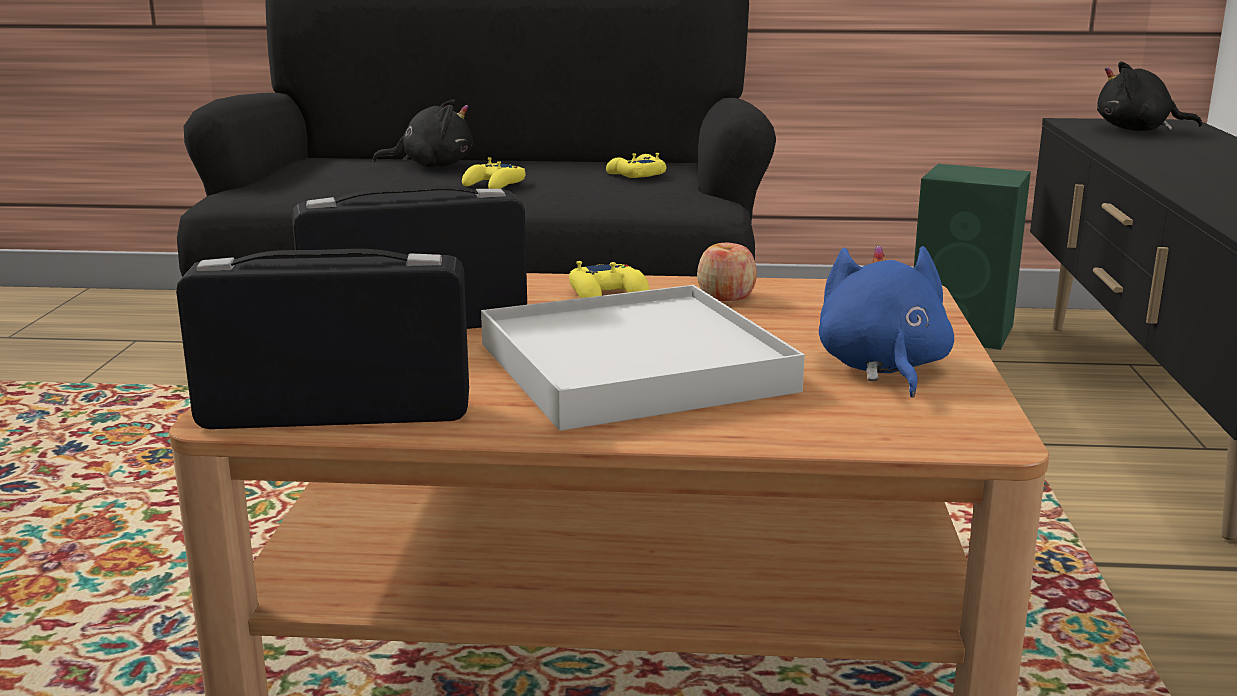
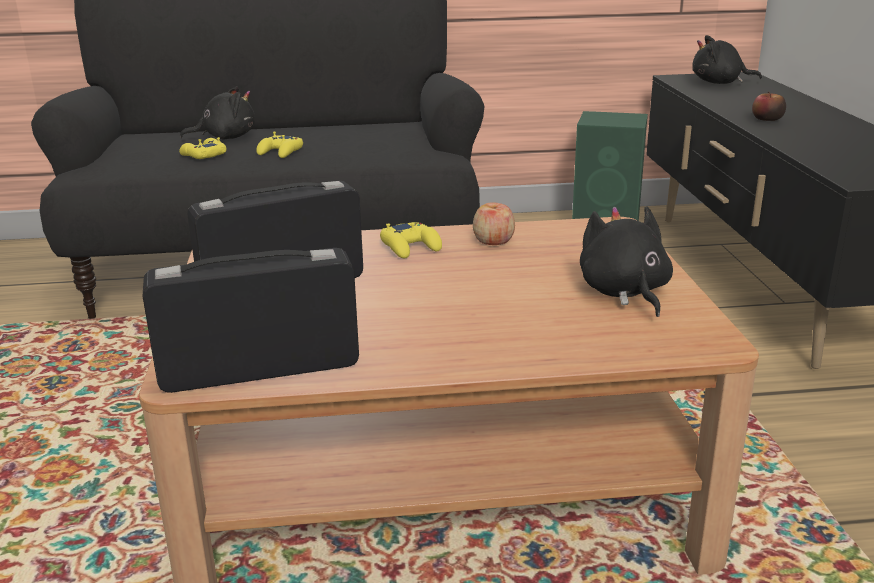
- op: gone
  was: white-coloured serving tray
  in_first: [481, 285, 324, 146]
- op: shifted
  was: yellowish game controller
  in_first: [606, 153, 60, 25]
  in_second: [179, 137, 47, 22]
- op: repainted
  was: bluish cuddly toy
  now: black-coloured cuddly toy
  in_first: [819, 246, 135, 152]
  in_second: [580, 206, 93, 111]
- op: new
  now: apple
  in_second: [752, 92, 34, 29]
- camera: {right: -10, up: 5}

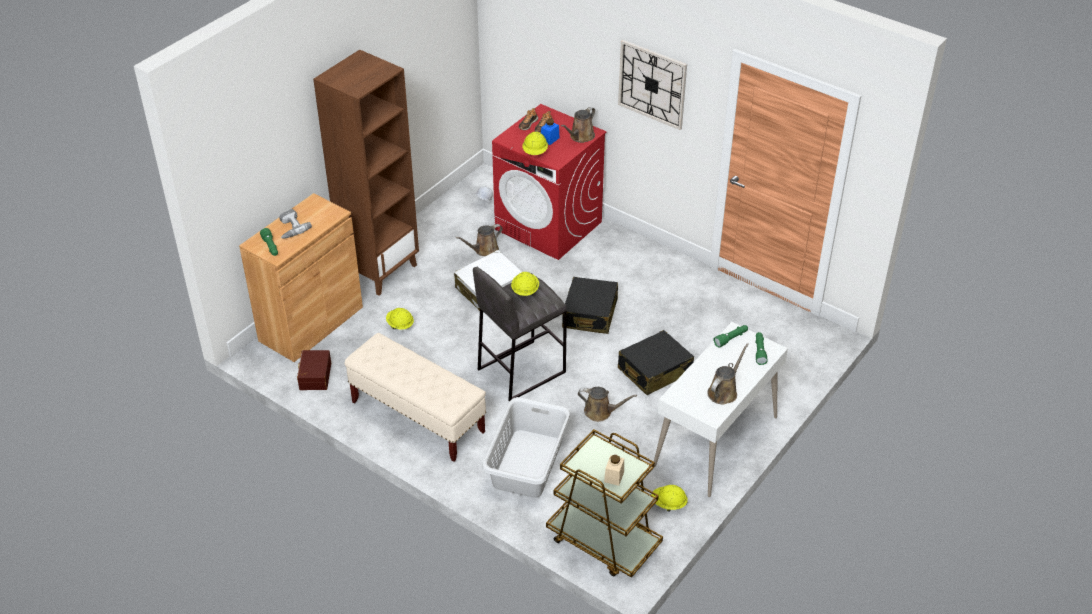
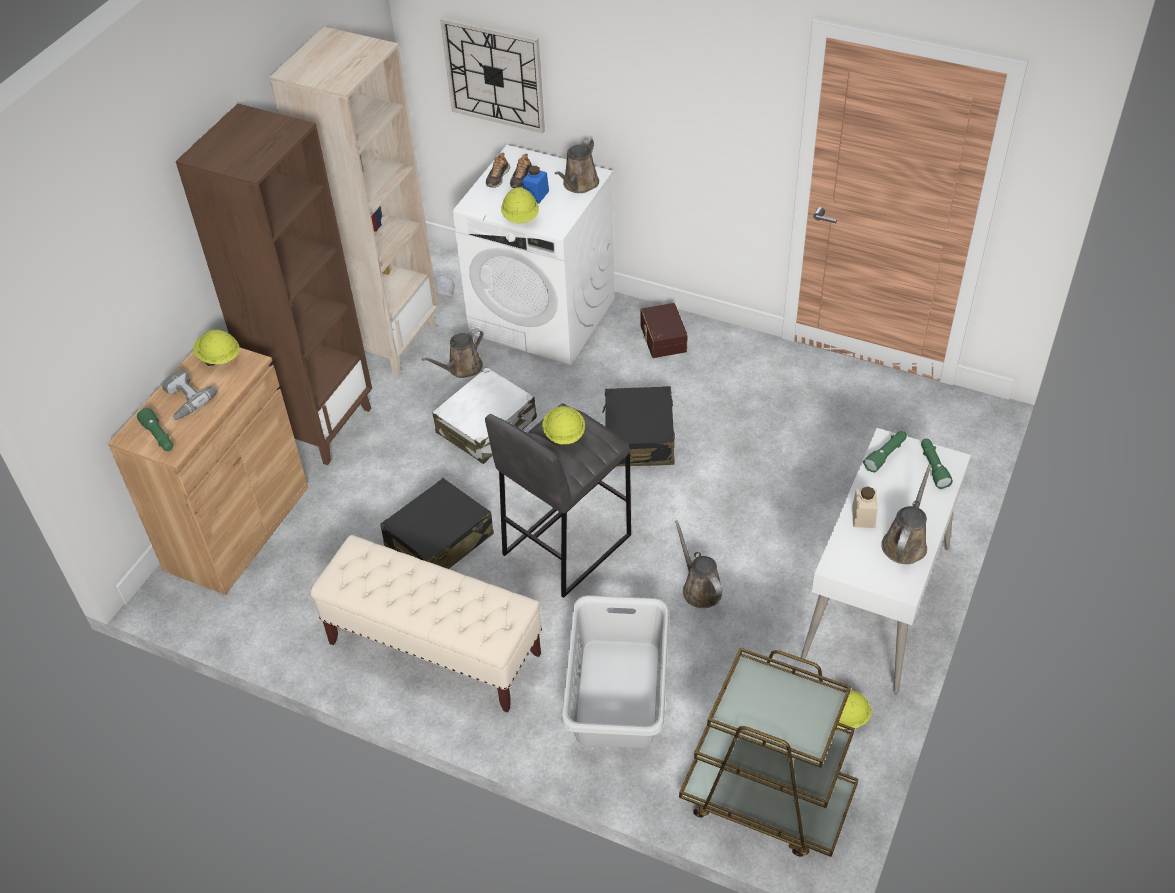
- op: shifted
  was: brown storage bin
  in_first: [297, 350, 34, 40]
  in_second: [640, 303, 48, 55]
- op: shifted
  was: yellowish hard hat
  in_first: [386, 308, 28, 22]
  in_second: [193, 330, 47, 36]
- op: repainted
  was: red laundry appliance
  now: white-coloured laundry appliance
  in_first: [492, 104, 115, 156]
  in_second: [453, 145, 162, 220]
- op: rotated
  was: brown watering can
  in_first: [578, 387, 59, 35]
  in_second: [675, 520, 47, 88]
  clockwise: -120
- op: shifted
  was: sand-coloured preserve jar
  in_first: [604, 455, 20, 31]
  in_second: [852, 487, 26, 41]
- op: shifted
  was: hanging clock
  in_first: [618, 40, 69, 90]
  in_second: [440, 18, 105, 115]
- op: shifted
  was: black-coloured suitcase
  in_first: [618, 330, 76, 65]
  in_second: [380, 478, 114, 91]
- op: new
  now: sand-coloured shelving unit
  in_second: [269, 27, 169, 351]
- camera: {right: -10, up: 5}

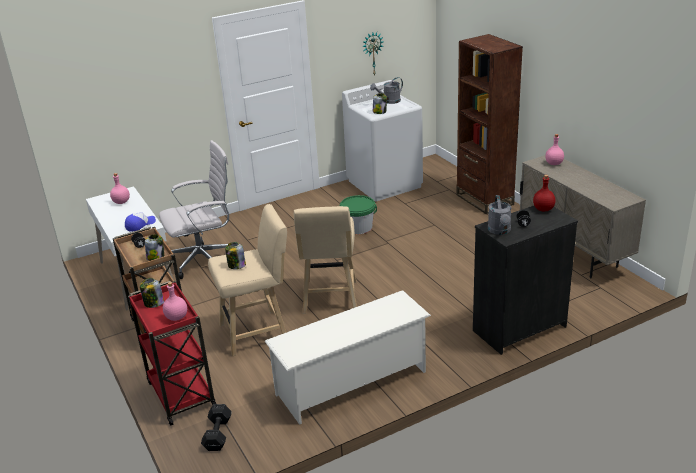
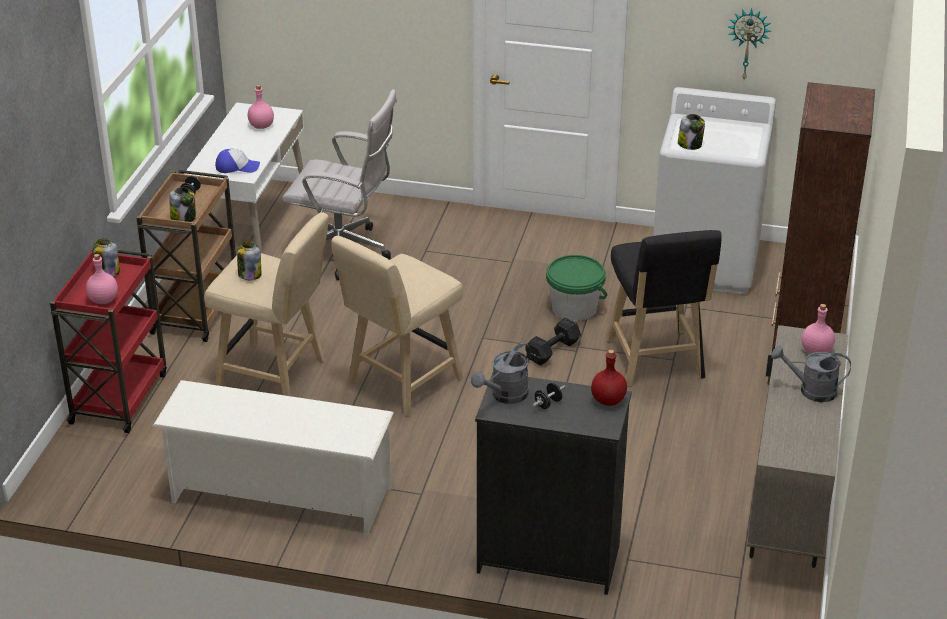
- op: shifted
  was: black-coloured hand weight
  in_first: [201, 404, 31, 47]
  in_second: [525, 317, 56, 48]
- op: shifted
  was: gray watering can
  in_first: [370, 77, 33, 27]
  in_second: [771, 345, 80, 57]
- op: new
  now: black-coloured sitting stool
  in_second: [607, 230, 115, 157]
- camera: {right: 40, up: 5}

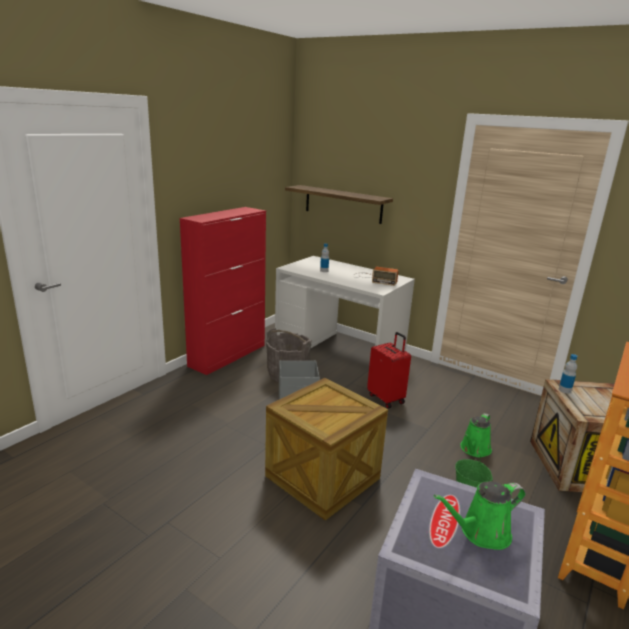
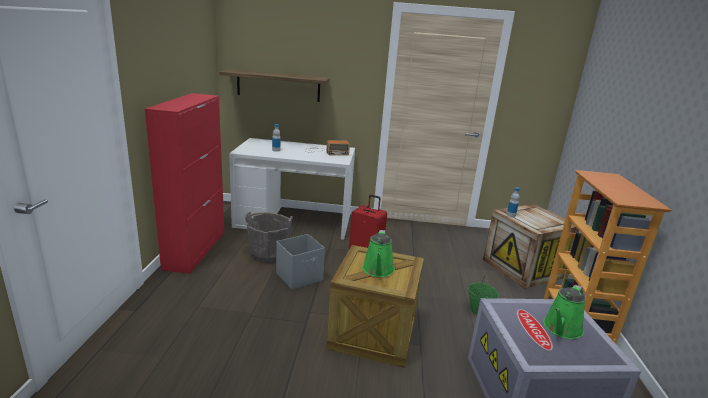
- op: shifted
  was: green watering can
  in_first: [460, 413, 32, 44]
  in_second: [362, 230, 33, 47]
- camera: {right: -30, up: 0}

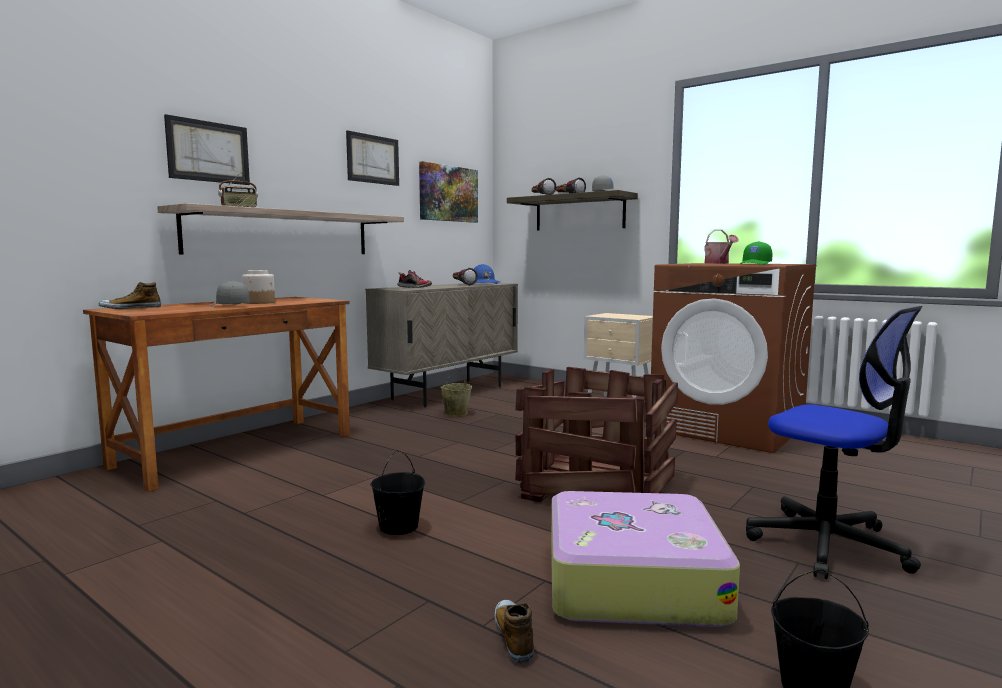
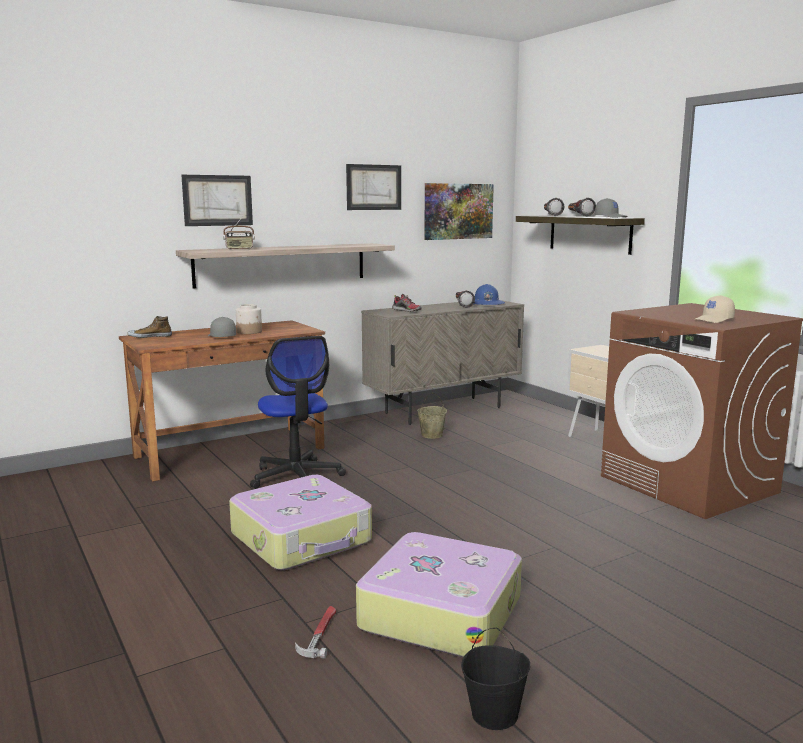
- op: swapped
  was: black-coloured water bucket
  now: suitcase
  in_first: [370, 450, 55, 85]
  in_second: [229, 475, 143, 95]
- op: swapped
  was: shoe
  now: tool hammer
  in_first: [495, 600, 39, 64]
  in_second: [295, 606, 41, 53]
- op: gone
  was: shipping crate
  in_first: [515, 367, 163, 135]
- op: gone
  was: watering can
  in_first: [705, 229, 34, 35]
- op: repainted
  was: green peaked cap
  now: sand-coloured peaked cap
  in_first: [739, 241, 33, 24]
  in_second: [694, 295, 41, 28]
- op: shifted
  was: office chair
  in_first: [746, 306, 177, 273]
  in_second: [250, 336, 96, 153]
- camera: {right: 20, up: 5}

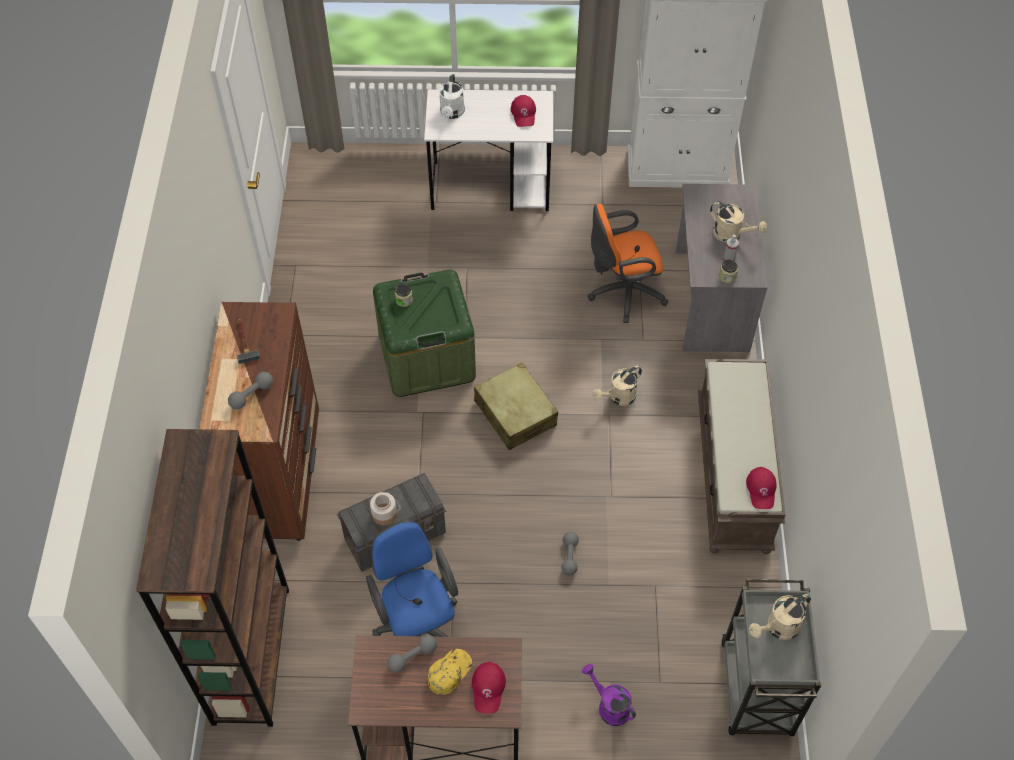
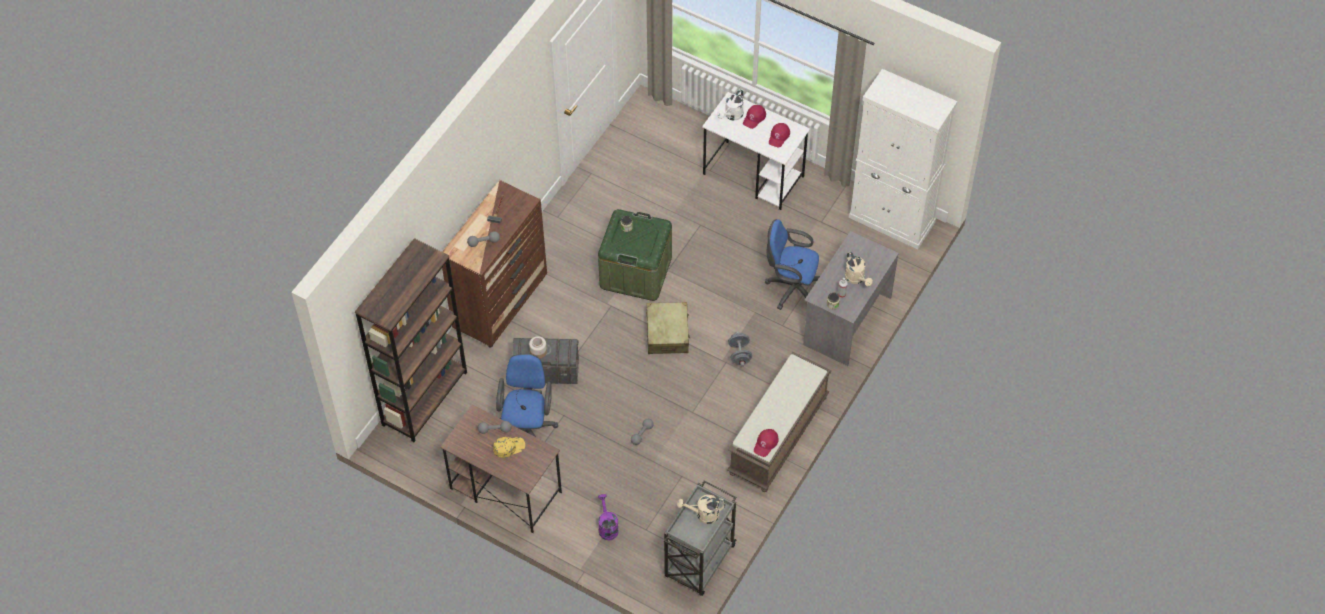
- op: shifted
  was: red peaked cap
  in_first: [472, 662, 34, 52]
  in_second: [743, 105, 23, 24]
- op: repainted
  was: orange office chair
  now: bluish office chair
  in_first: [588, 204, 80, 119]
  in_second: [765, 219, 55, 91]
- op: swapped
  was: sand-coloured watering can
  now: gray hand weight
  in_first: [592, 366, 50, 40]
  in_second: [728, 331, 24, 36]
- camera: {right: 30, up: 0}

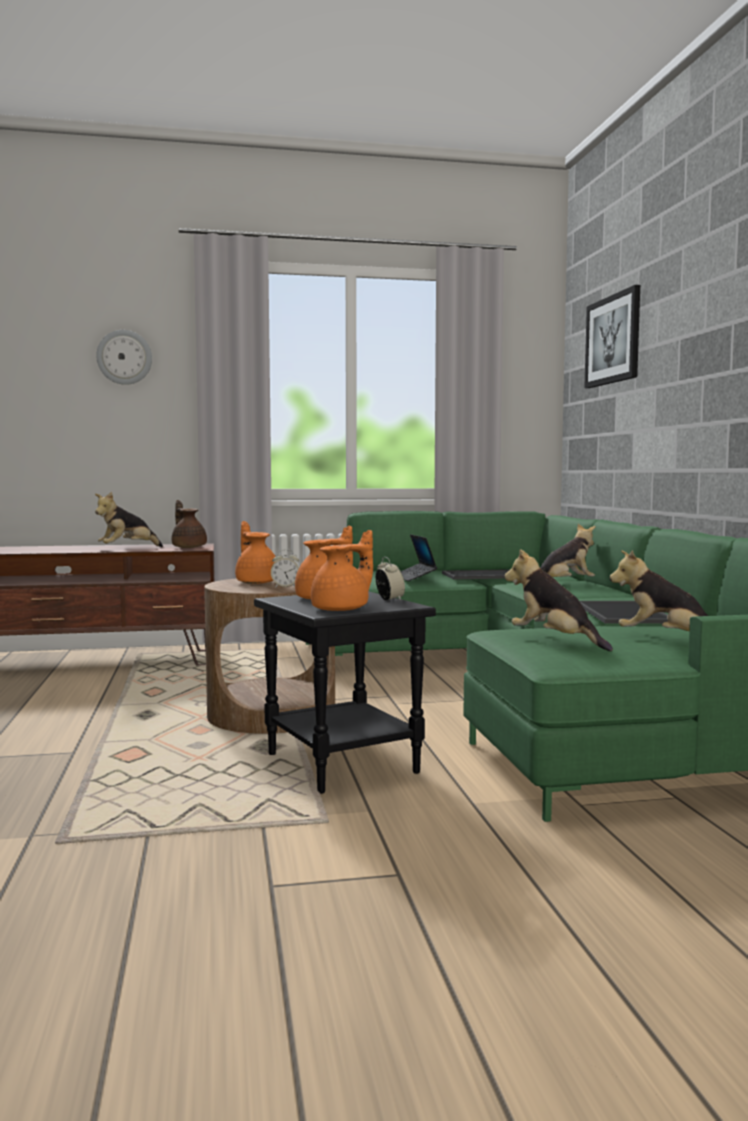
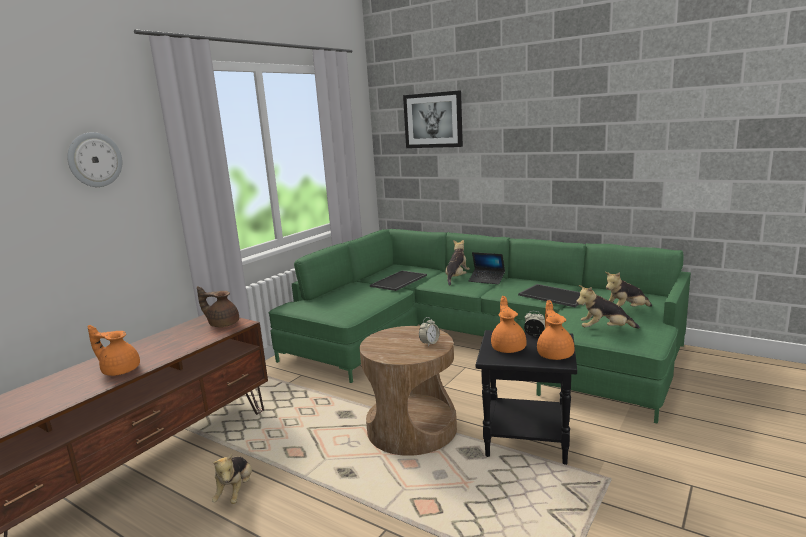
- op: shifted
  was: cuddly toy
  in_first: [95, 492, 68, 55]
  in_second: [212, 453, 40, 51]
- op: shifted
  was: orange teapot
  in_first: [235, 521, 41, 63]
  in_second: [88, 325, 52, 51]
- op: shifted
  was: portable computer
  in_first: [401, 534, 36, 47]
  in_second: [469, 252, 36, 32]
- camera: {right: -45, up: 10}

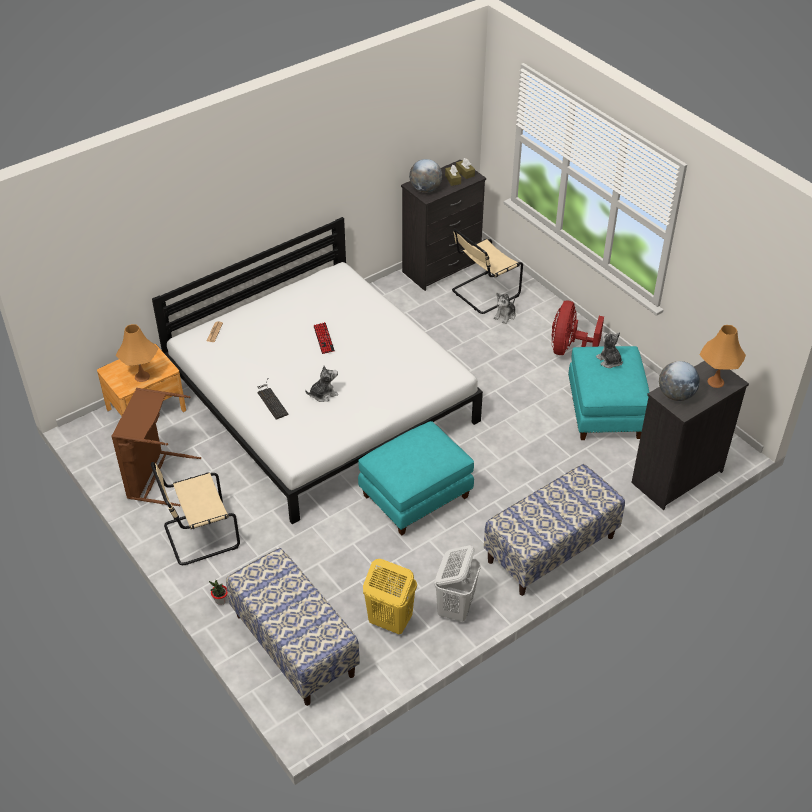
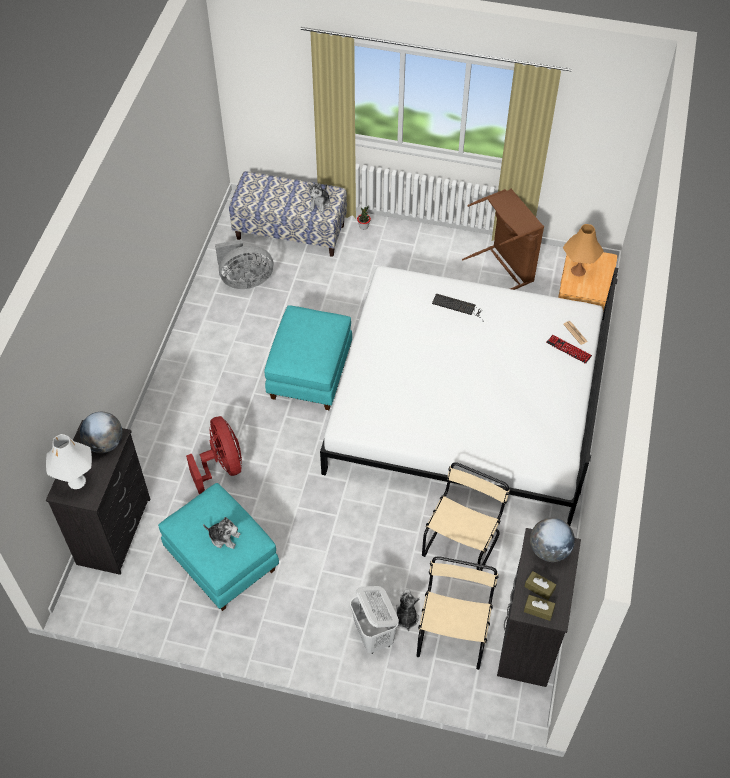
- op: shifted
  was: sand-coloured plain chair
  in_first: [151, 462, 89, 103]
  in_second: [422, 462, 88, 109]
- op: shifted
  was: cuddly toy
  in_first: [305, 366, 33, 36]
  in_second: [308, 183, 22, 31]
- op: shifted
  was: keyboard
  in_first: [314, 322, 21, 32]
  in_second: [546, 335, 46, 29]
- op: swapped
  was: yellowish hamper
  now: gray electric fan
  in_first: [363, 559, 54, 75]
  in_second: [215, 239, 59, 50]
- op: shifted
  was: white-coloured hamper
  in_first: [434, 545, 47, 77]
  in_second: [350, 586, 49, 68]
- op: gone
  was: long seat
  in_first: [484, 464, 141, 132]
- op: shifted
  was: red electric fan
  in_first: [551, 301, 53, 54]
  in_second: [186, 416, 56, 78]
- op: repainted
  was: orange table lamp
  now: white-coloured table lamp
  in_first: [700, 325, 46, 63]
  in_second: [46, 434, 46, 55]
- camera: {right: 140, up: 10}

